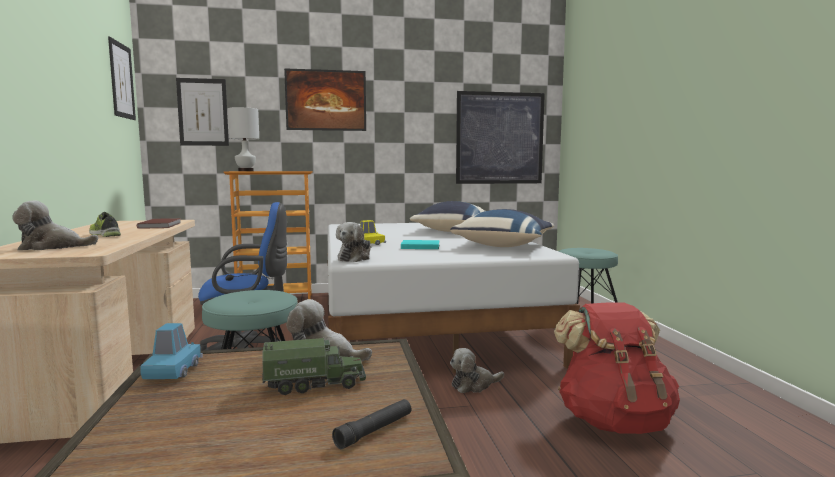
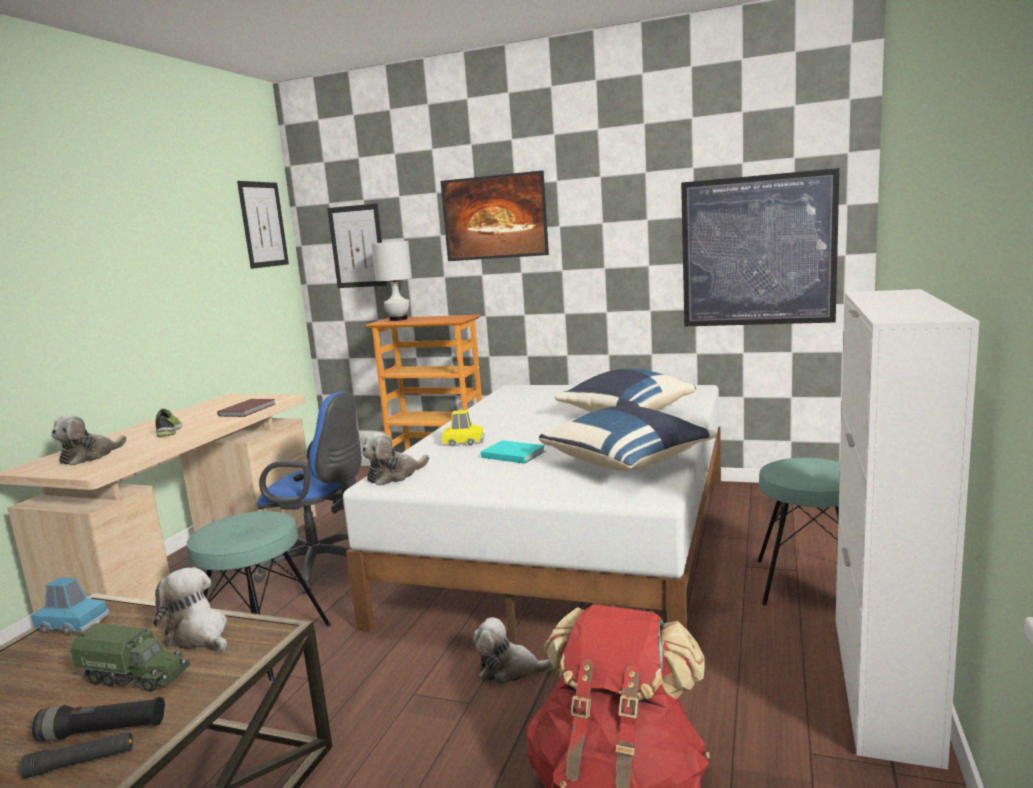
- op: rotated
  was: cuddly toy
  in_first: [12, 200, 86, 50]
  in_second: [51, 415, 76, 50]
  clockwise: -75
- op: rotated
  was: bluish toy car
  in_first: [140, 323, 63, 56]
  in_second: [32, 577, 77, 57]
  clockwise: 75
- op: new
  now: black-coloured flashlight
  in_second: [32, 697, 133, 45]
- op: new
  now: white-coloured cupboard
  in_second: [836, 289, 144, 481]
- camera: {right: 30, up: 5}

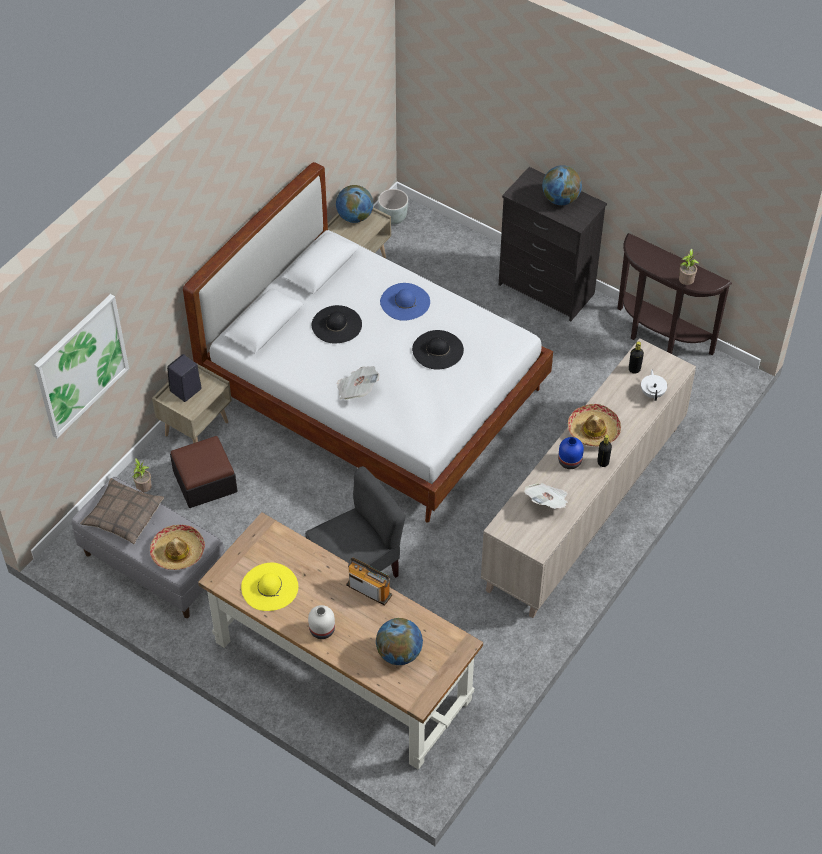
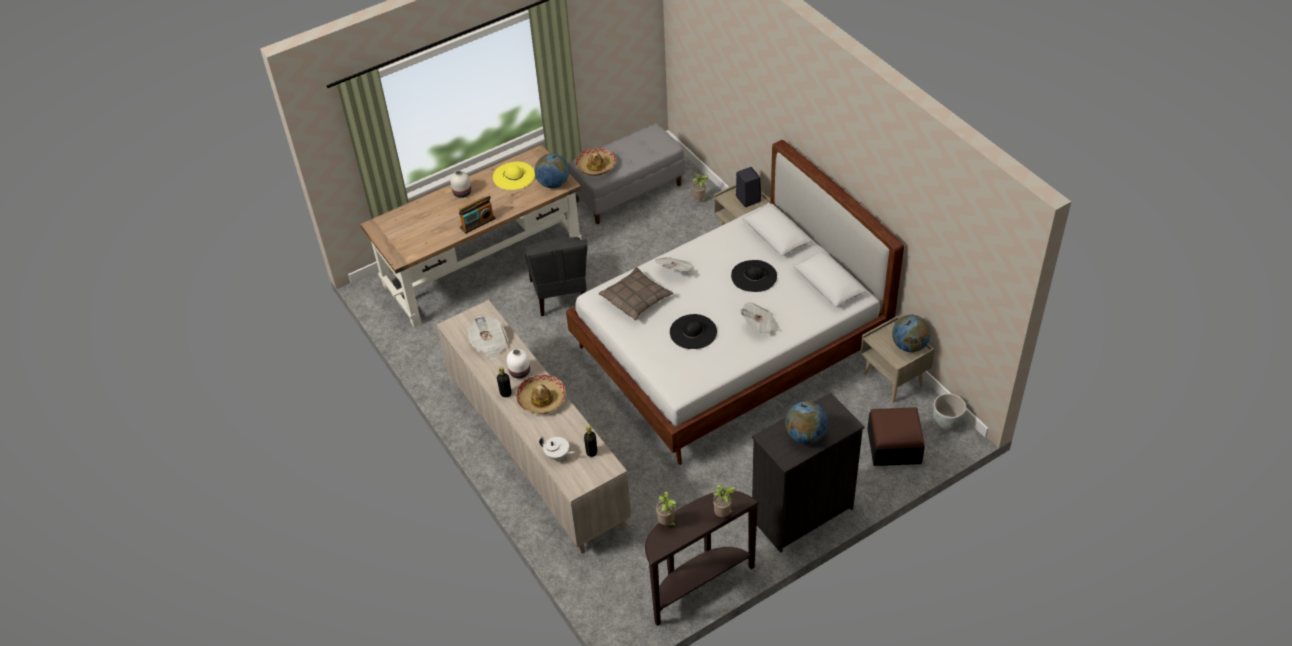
- op: gone
  was: picture
  in_first: [34, 294, 95, 144]
- op: shifted
  was: cushion
  in_first: [80, 478, 84, 66]
  in_second: [599, 267, 74, 53]
- op: shifted
  was: footrest
  in_first: [170, 436, 67, 72]
  in_second: [867, 407, 58, 59]
- op: shifted
  was: world globe
  in_first: [376, 618, 47, 47]
  in_second: [535, 154, 34, 34]
- op: swapped
  was: bluish clothing hat
  now: newspaper
  in_first: [380, 283, 50, 38]
  in_second: [740, 302, 41, 31]
- op: repainted
  was: bluish flower vase
  now: white-coloured flower vase
  in_first: [558, 437, 26, 32]
  in_second: [507, 349, 23, 30]
- op: new
  now: plant in a pot
  in_second: [713, 485, 23, 32]
- camera: {right: 115, up: -5}

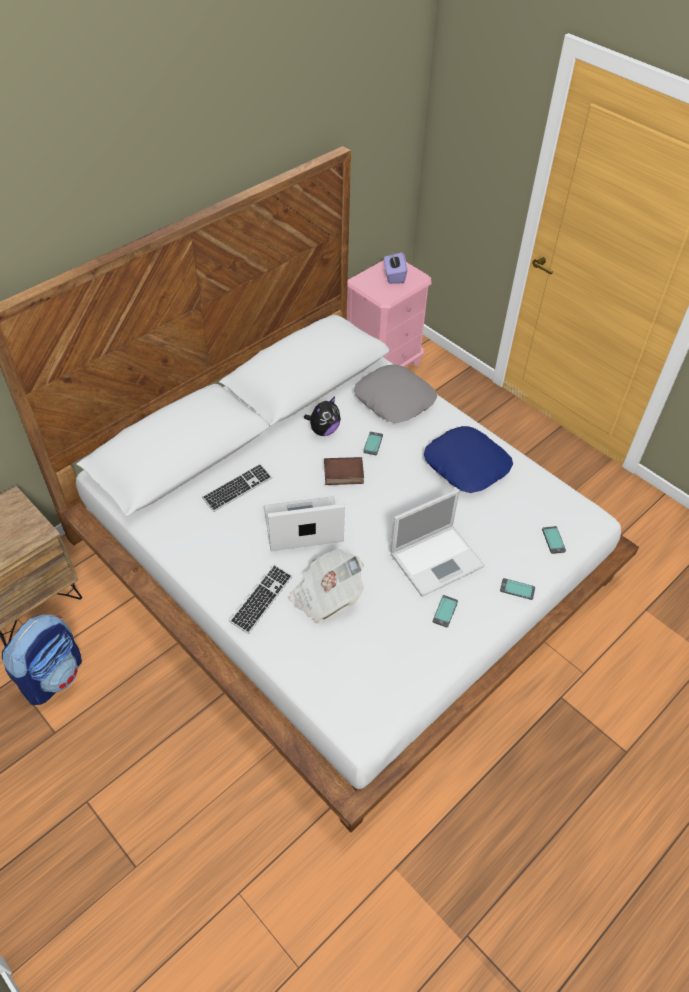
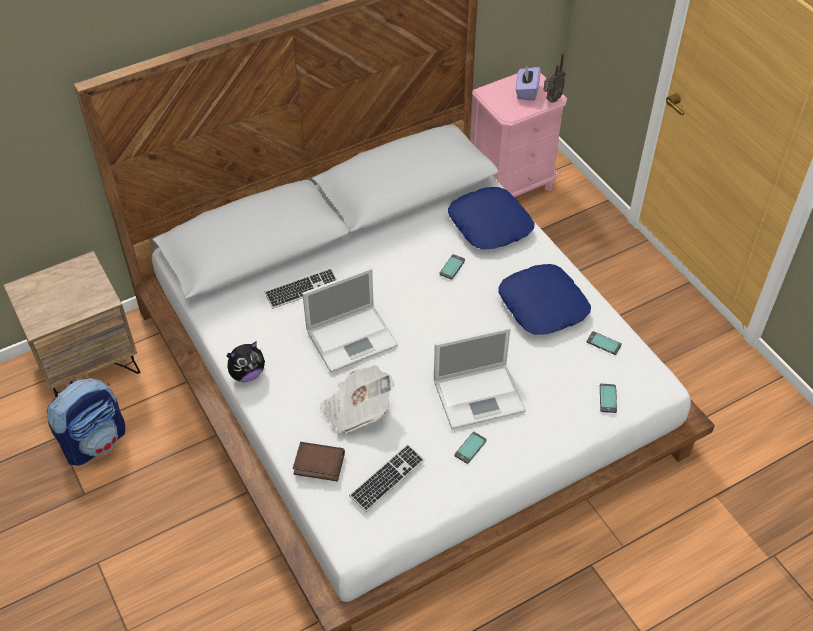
- op: shifted
  was: keyboard
  in_first: [229, 564, 64, 70]
  in_second: [349, 444, 75, 68]
- op: rotated
  was: portable computer
  in_first: [264, 496, 81, 55]
  in_second: [302, 267, 96, 106]
  clockwise: 150
- op: shifted
  was: cuddly toy
  in_first: [304, 396, 37, 40]
  in_second: [227, 341, 38, 41]
- op: shifted
  was: book
  in_first: [324, 457, 40, 28]
  in_second: [293, 442, 52, 39]
- op: repainted
  was: gray cushion
  now: bluish cushion
  in_first: [354, 365, 83, 58]
  in_second: [448, 187, 87, 63]
- op: shifted
  was: handset
  in_first: [500, 578, 35, 22]
  in_second: [587, 331, 35, 24]
- op: new
  now: radio receiver
  in_second: [543, 53, 23, 50]
- camera: {right: 15, up: 0}

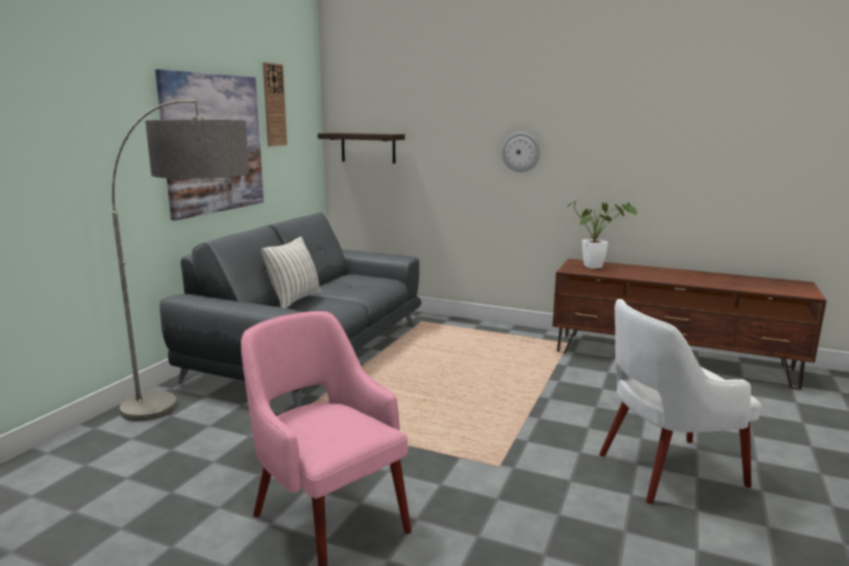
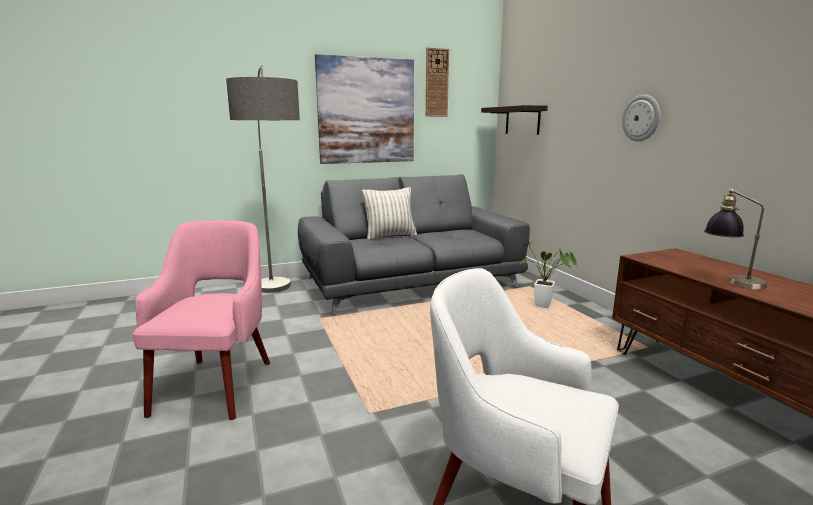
- op: shifted
  was: plant in a pot
  in_first: [566, 200, 71, 69]
  in_second: [519, 242, 58, 66]
- op: new
  now: table lamp
  in_second: [704, 188, 63, 101]
- camera: {right: 45, up: 0}

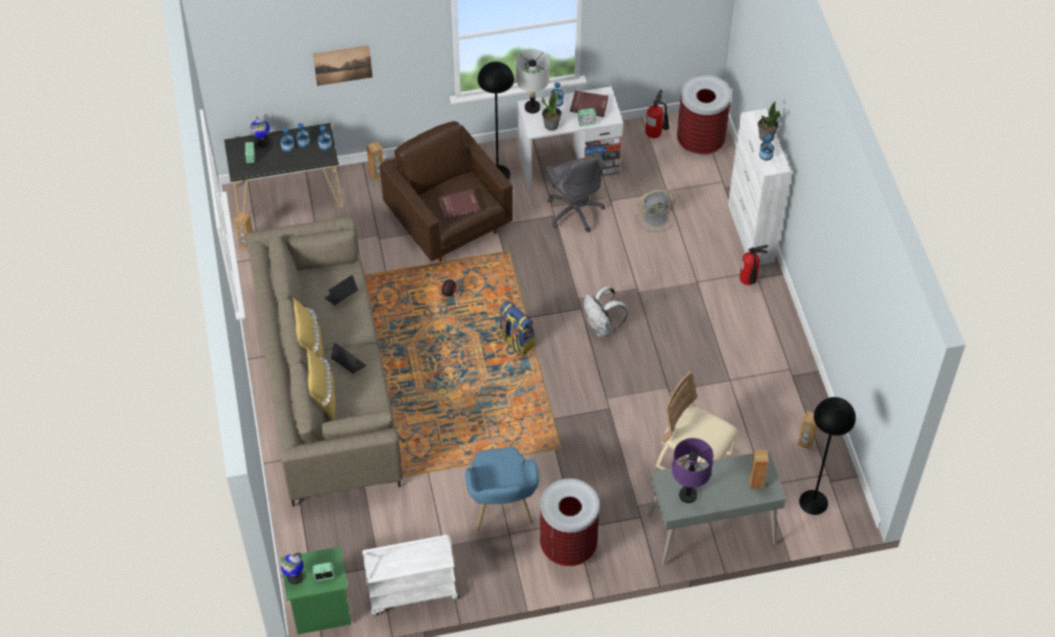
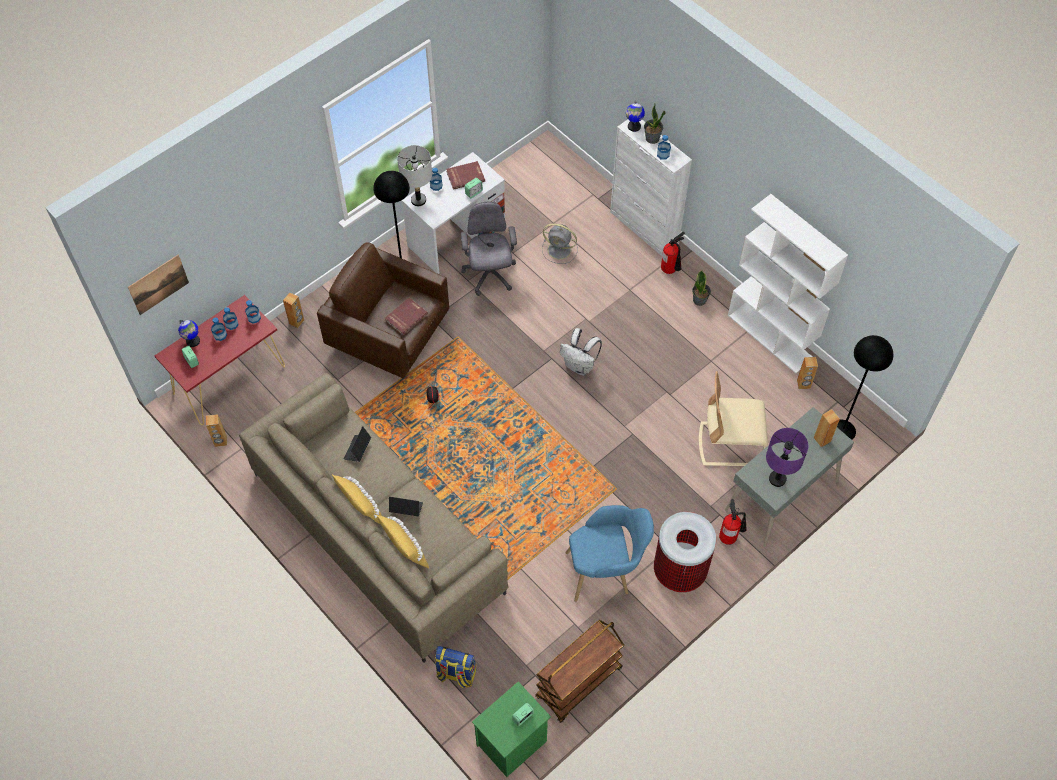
- op: repainted
  was: black-coloured hall table
  now: red hall table
  in_first: [224, 123, 119, 90]
  in_second: [155, 295, 130, 130]
- op: shifted
  was: world globe
  in_first: [281, 552, 22, 32]
  in_second: [626, 101, 19, 31]
- op: shifted
  was: picture
  in_first: [313, 45, 59, 41]
  in_second: [128, 255, 61, 60]
- op: repainted
  was: white-coloured wheeled cart
  now: brown wheeled cart
  in_first: [362, 535, 98, 81]
  in_second: [535, 620, 89, 103]
- op: rotated
  was: bluish lounge chair
  in_first: [465, 447, 74, 85]
  in_second: [565, 505, 89, 97]
  clockwise: -60
- op: shifted
  was: rucksack
  in_first: [499, 301, 36, 54]
  in_second: [435, 646, 42, 42]
- op: shifted
  was: plant in a pot
  in_first: [542, 90, 20, 41]
  in_second: [692, 270, 19, 36]
- op: rotated
  was: gray office chair
  in_first: [546, 150, 60, 82]
  in_second: [461, 202, 56, 94]
  clockwise: -135
- op: rotated
  was: gray electric fan
  in_first: [635, 190, 40, 42]
  in_second: [542, 224, 36, 40]
  clockwise: 60
- op: shifted
  was: extinguisher
  in_first: [646, 89, 24, 49]
  in_second: [719, 499, 28, 46]
- op: gone
  was: rubbish bin
  in_first: [677, 75, 54, 82]
- op: new
  now: white-coloured shelving unit
  in_second: [728, 194, 120, 179]
- camera: {right: -30, up: 5}

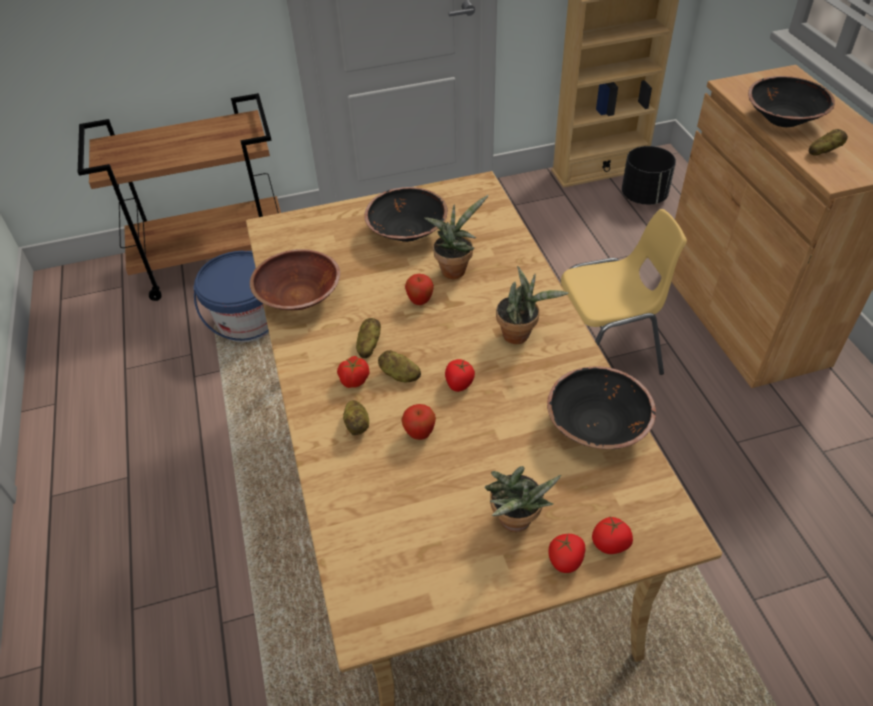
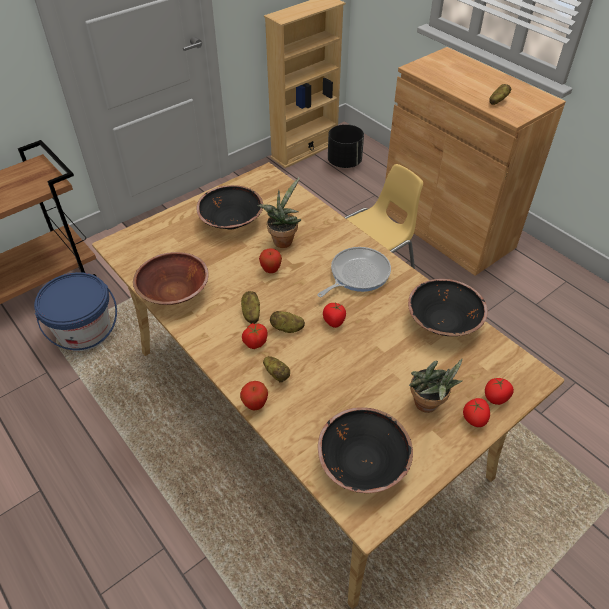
- op: shifted
  was: apple
  in_first: [401, 404, 35, 36]
  in_second: [240, 381, 28, 29]
- op: swapped
  was: plant in a pot
  now: pan
  in_first: [496, 266, 73, 78]
  in_second: [317, 247, 74, 50]
- op: shifted
  was: black-coloured deep dish
  in_first: [748, 76, 87, 51]
  in_second: [318, 407, 95, 86]
- camera: {right: -25, up: 0}

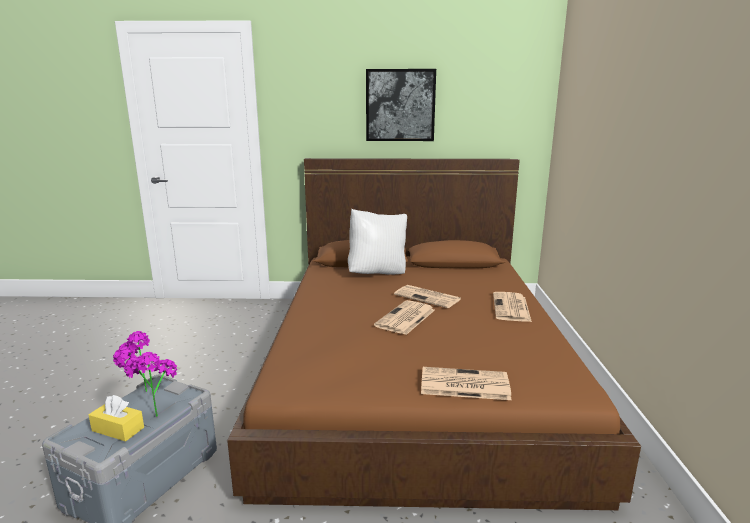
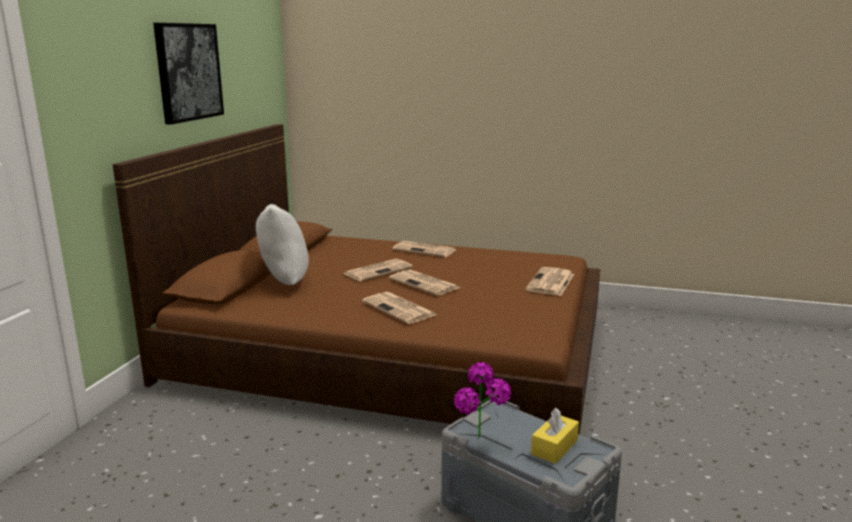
- op: gone
  was: plant in a pot
  in_first: [124, 352, 54, 65]
- op: new
  now: newspaper
  in_second: [362, 292, 75, 32]
- camera: {right: -75, up: 0}

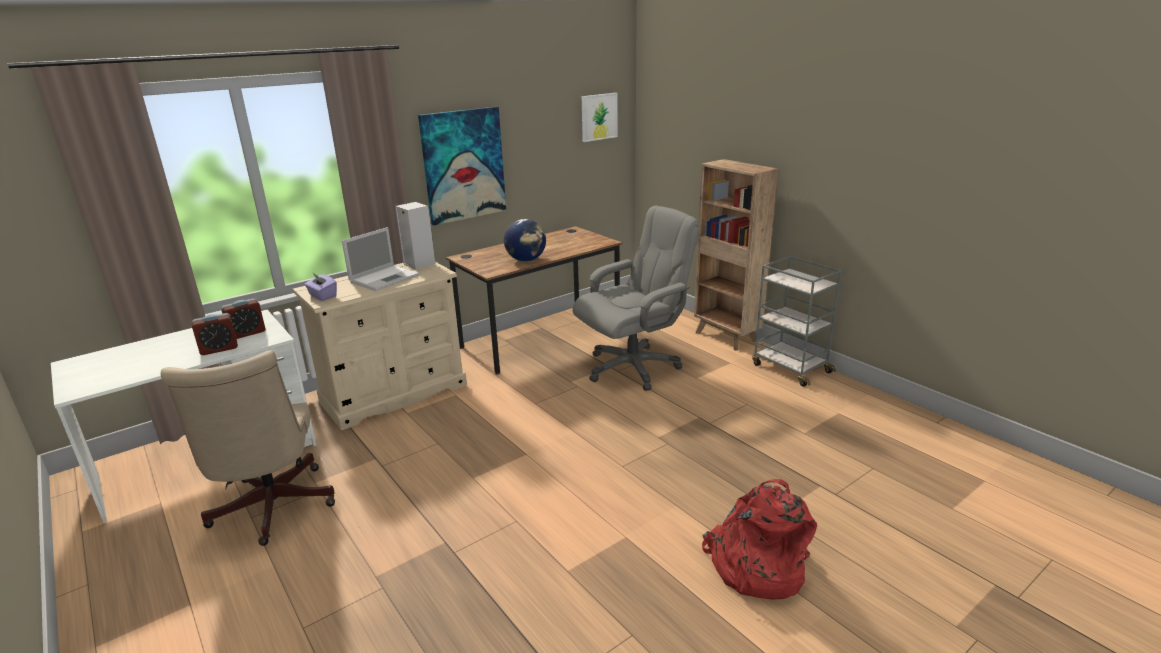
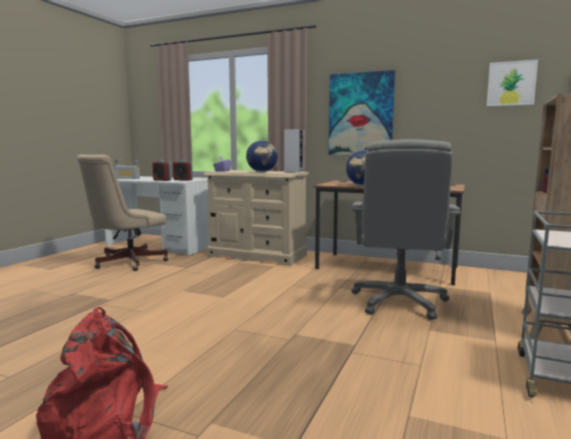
- op: swapped
  was: portable computer
  now: world globe
  in_first: [342, 227, 78, 64]
  in_second: [246, 140, 32, 32]
- op: rotated
  was: gray office chair
  in_first: [572, 206, 127, 185]
  in_second: [351, 139, 110, 181]
  clockwise: 75
- op: new
  now: radio receiver
  in_second: [114, 160, 26, 19]
- camera: {right: 60, up: -15}

